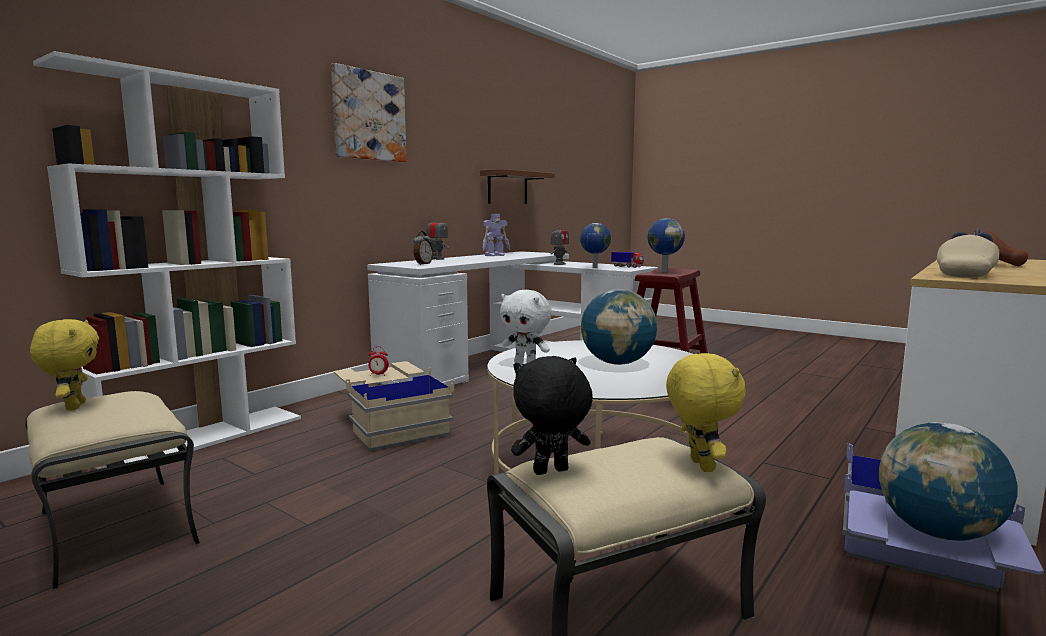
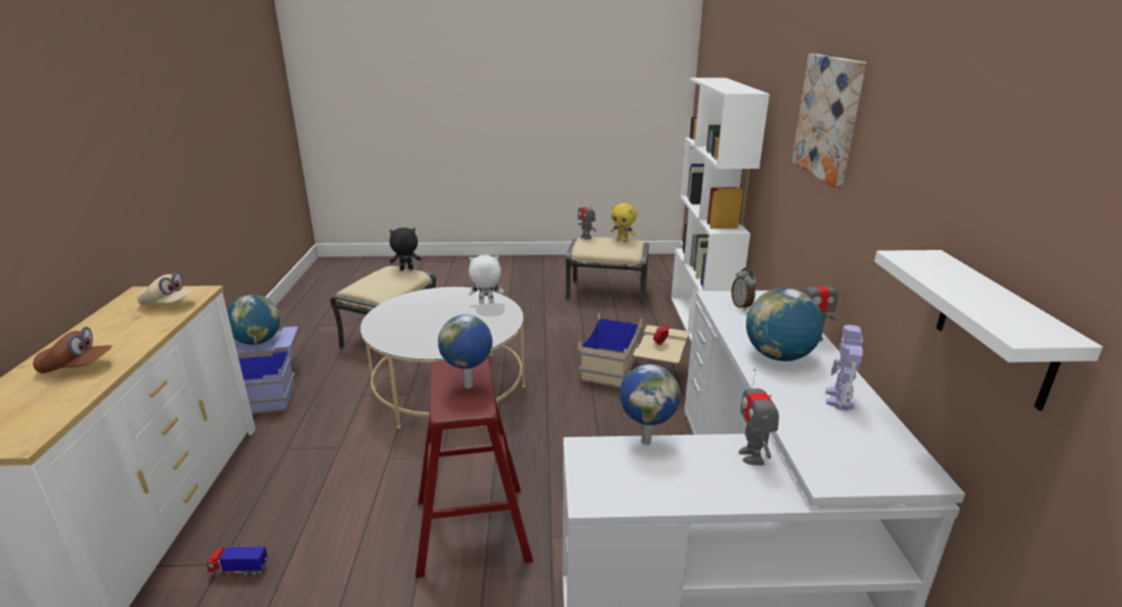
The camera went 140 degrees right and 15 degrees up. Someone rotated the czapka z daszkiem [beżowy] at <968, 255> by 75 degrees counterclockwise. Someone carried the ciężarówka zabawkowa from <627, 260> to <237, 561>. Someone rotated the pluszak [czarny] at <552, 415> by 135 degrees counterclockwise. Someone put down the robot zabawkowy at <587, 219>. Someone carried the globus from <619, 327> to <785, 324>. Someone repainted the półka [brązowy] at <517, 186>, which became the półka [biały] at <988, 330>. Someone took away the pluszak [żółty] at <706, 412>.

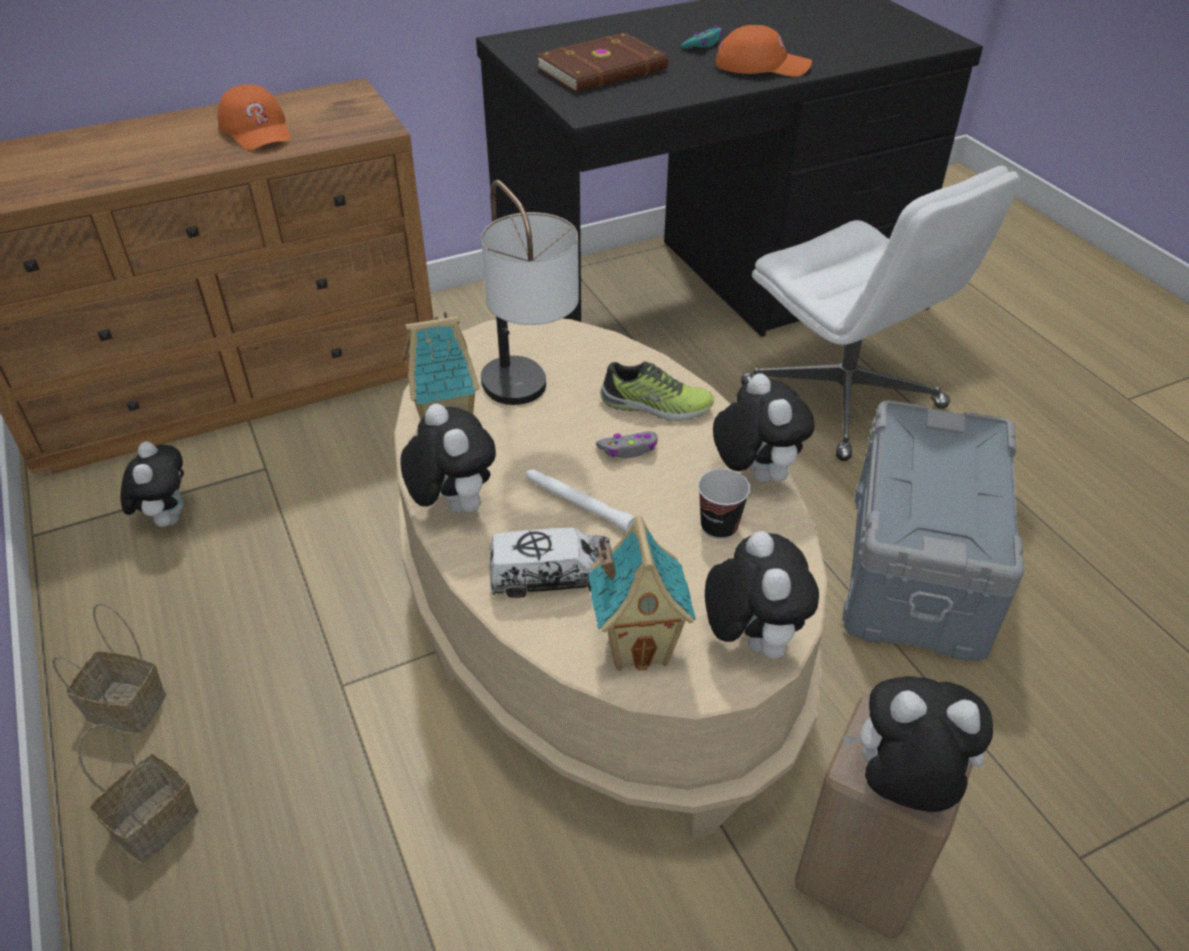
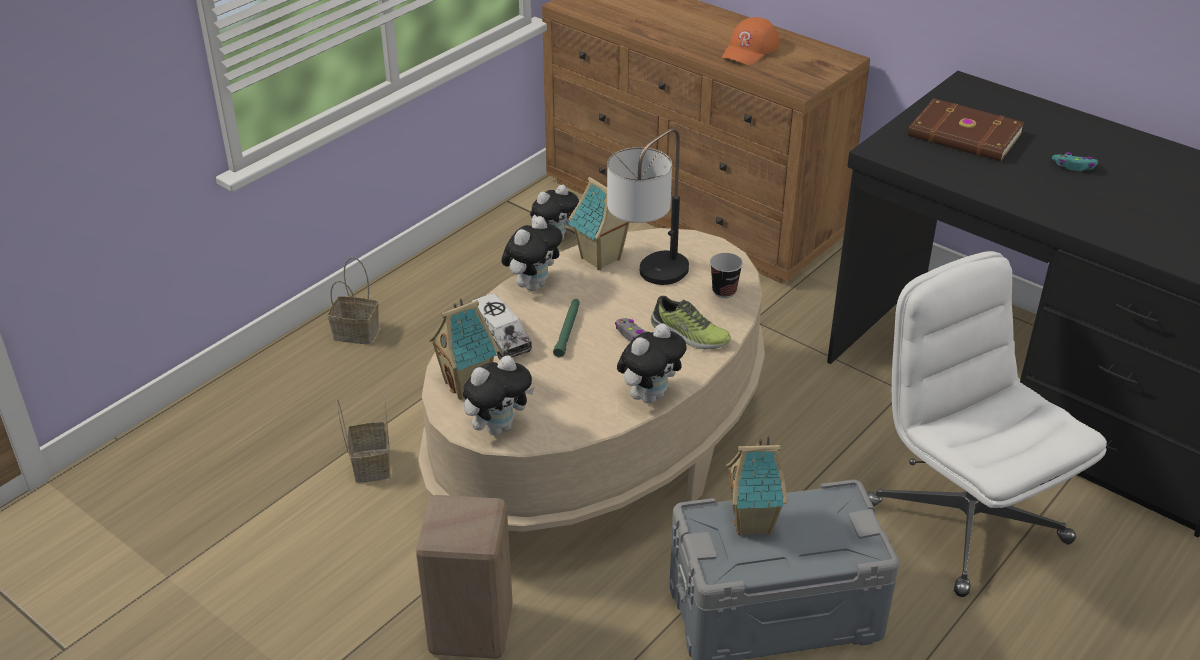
The camera went 65 degrees right and 5 degrees down. Someone carried the koszyk from <109, 668> to <363, 438>. Someone repainted the latarka [biały] at <580, 500>, which became the latarka [zielony] at <566, 328>. Someone rotated the but at <657, 391> by 45 degrees counterclockwise. Someone carried the filiżanka from <724, 504> to <726, 275>. Someone put down the domek at <757, 486>. Someone rotated the krzesło biurowe [biały] at <880, 313> by 120 degrees clockwise. Someone took away the czapka z daszkiem [pomarańczowy] at <763, 51>. Someone took away the pluszak at <917, 744>.

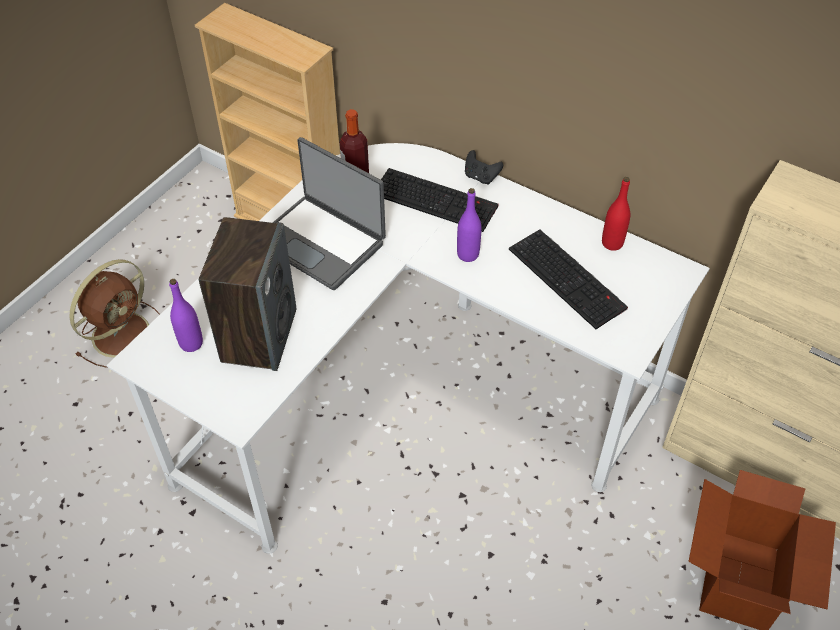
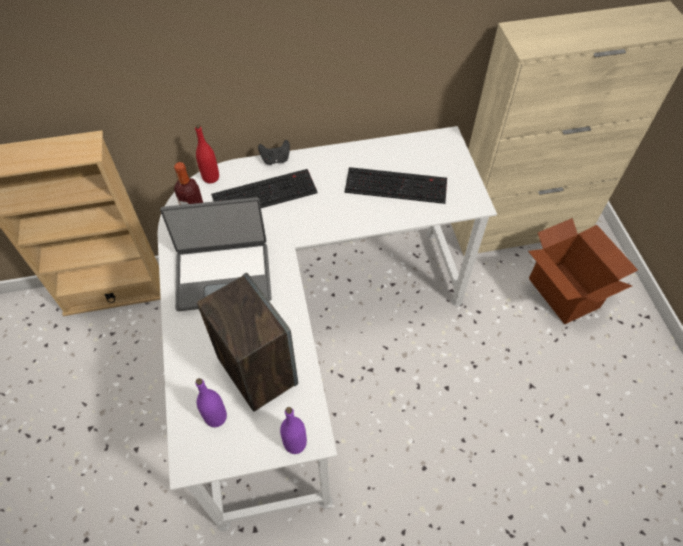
The camera went 45 degrees left and 5 degrees up. Someone carried the butelka [czerwony] from <616, 214> to <207, 153>. Someone carried the butelka [fioletowy] from <469, 225> to <293, 430>. Someone took away the wentylator [brązowy] at <114, 313>.

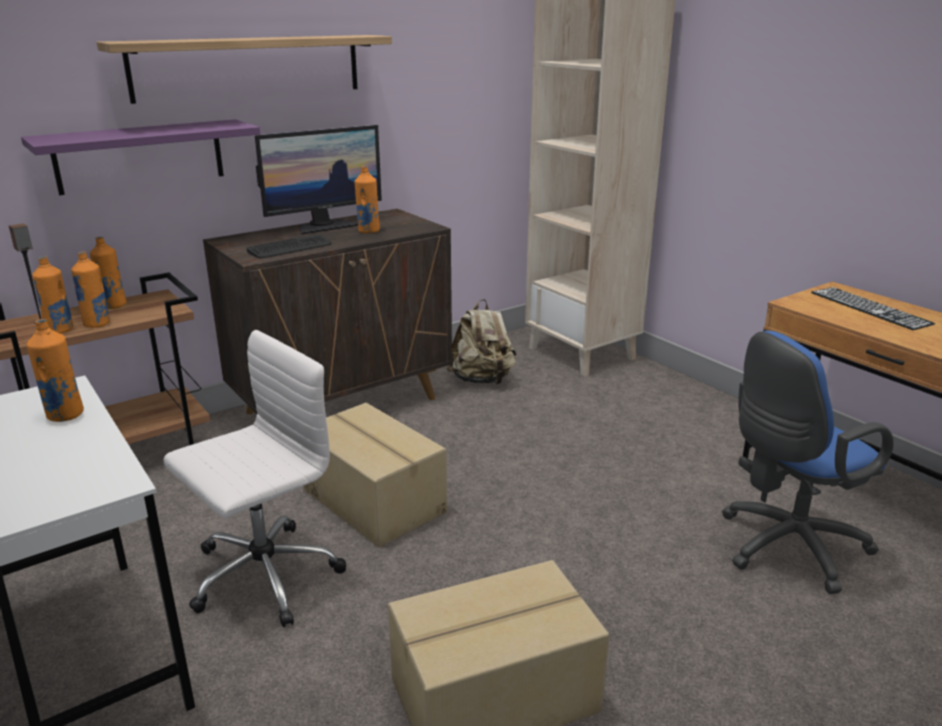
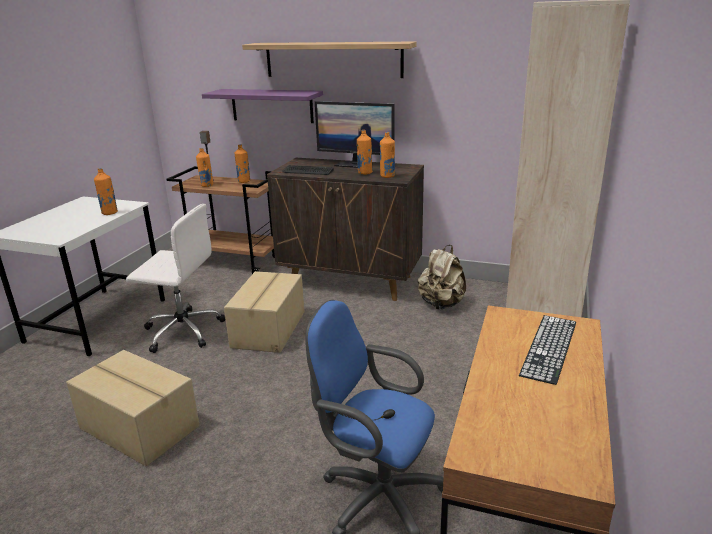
The camera went 55 degrees right and 0 degrees up. Someone carried the butelka [pomarańczowy] from <90, 289> to <387, 155>.

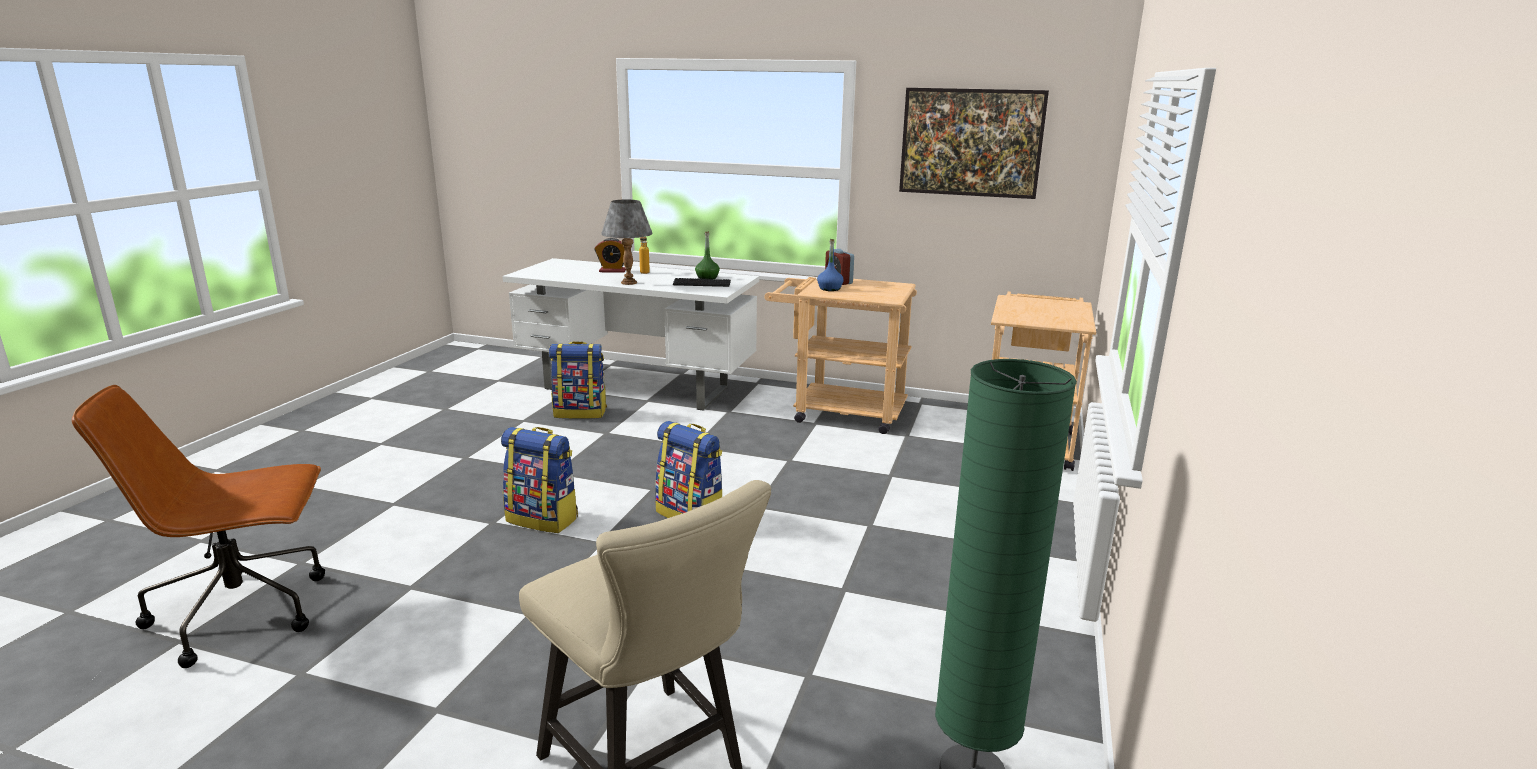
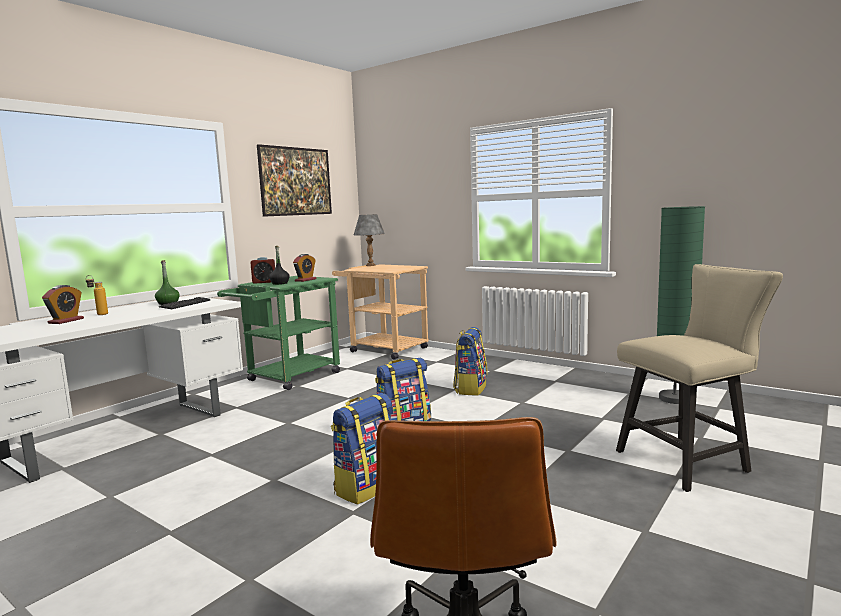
The camera went 70 degrees left and 10 degrees down. Someone repainted the wózek [beżowy] at <840, 355>, which became the wózek [zielony] at <278, 333>. Someone repainted the butelka [niebieski] at <830, 265>, which became the butelka [czarny] at <279, 265>. Someone put down the budzik at <305, 268>. Someone carried the lampa stołowa [szary] from <627, 242> to <369, 240>. Someone carried the plecak from <578, 380> to <470, 361>.

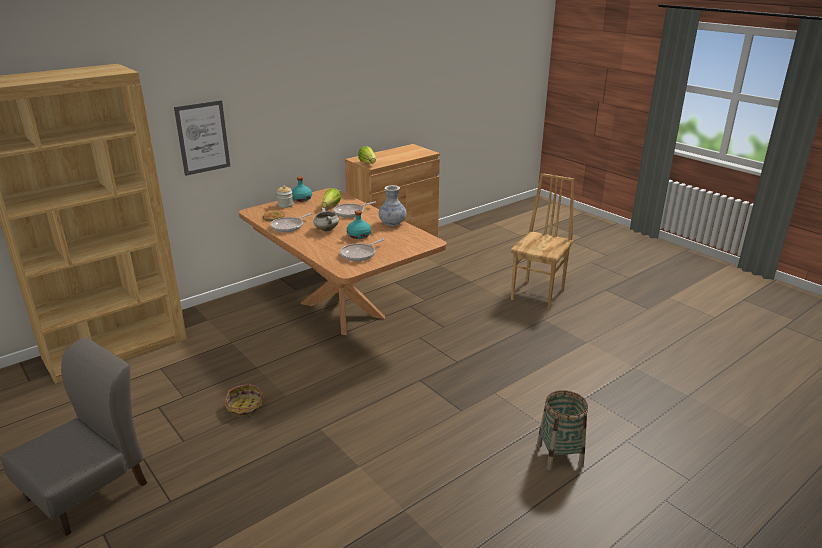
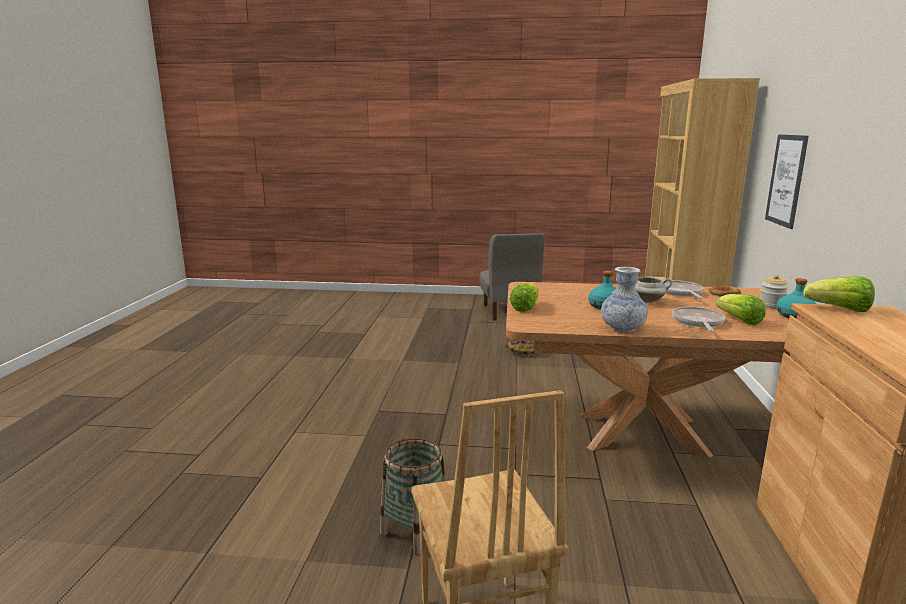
The camera went 135 degrees right and 10 degrees down. Someone carried the koszyk from <562, 430> to <412, 496>. Someone put down the sałata at <523, 297>. Someone took away the patelnia at <362, 250>.

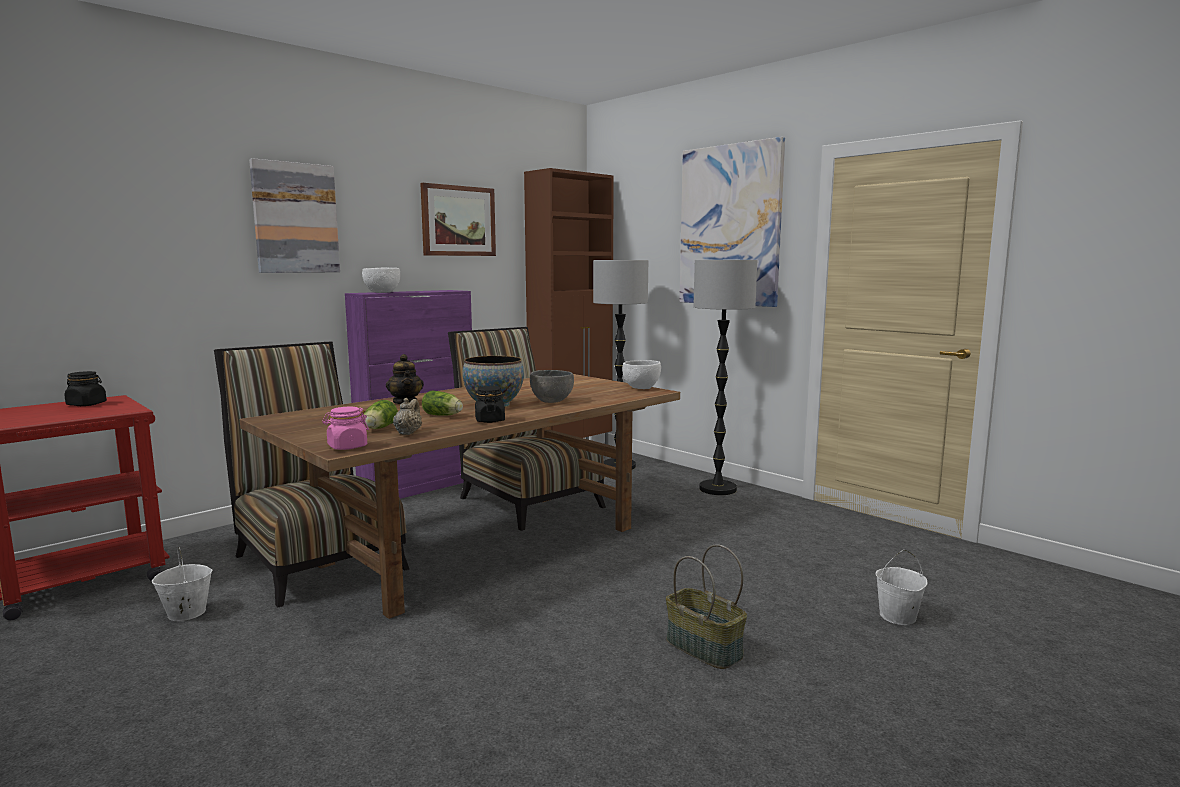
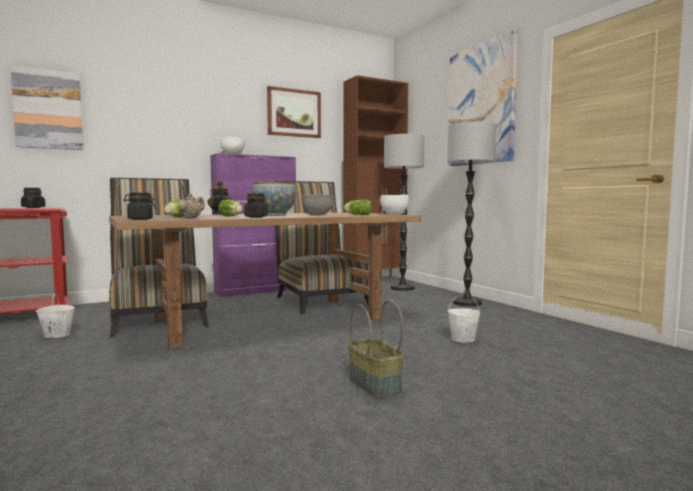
The camera went 15 degrees right and 5 degrees down. Someone carried the obraz from <294, 215> to <46, 107>. Someone repainted the słoik [różowy] at <345, 428>, which became the słoik [czarny] at <139, 206>. Someone put down the sałata at <358, 207>. Someone carried the wiadro [biały] from <901, 587> to <464, 317>.

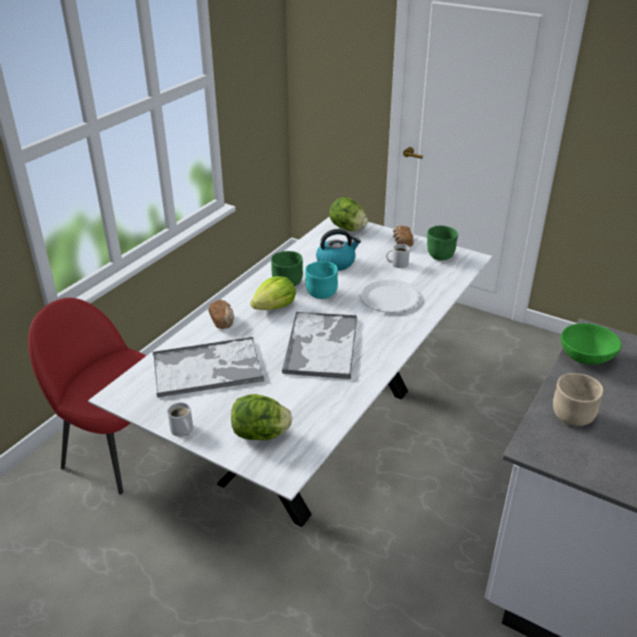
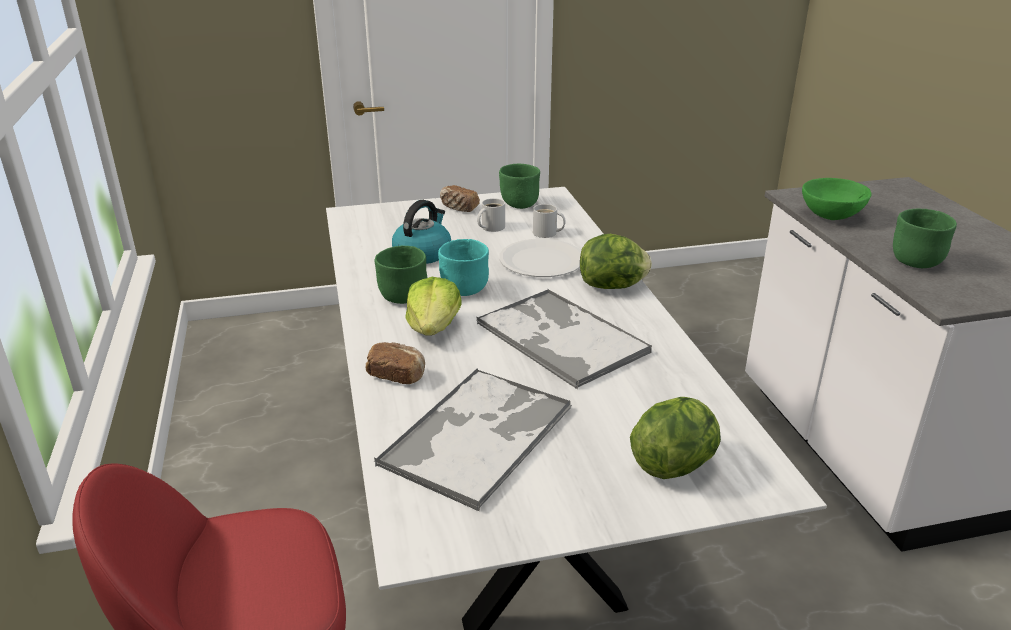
The camera went 45 degrees left and 5 degrees down. Someone carried the kubek [biały] from <180, 419> to <549, 221>. Someone carried the sałata from <348, 214> to <616, 261>. Someone repainted the miska [beżowy] at <578, 399>, which became the miska [zielony] at <925, 238>.

